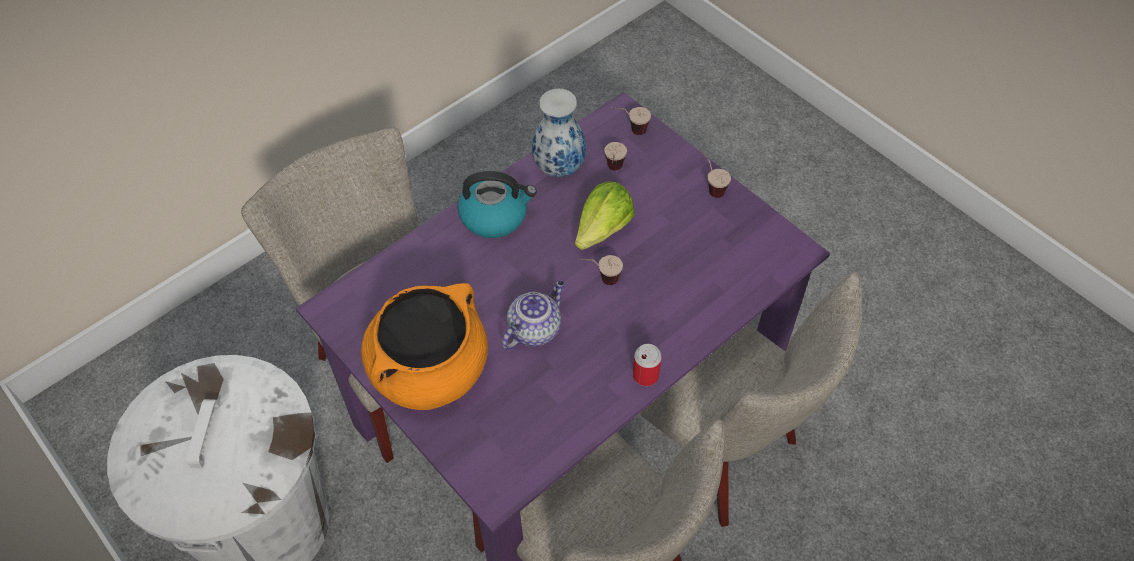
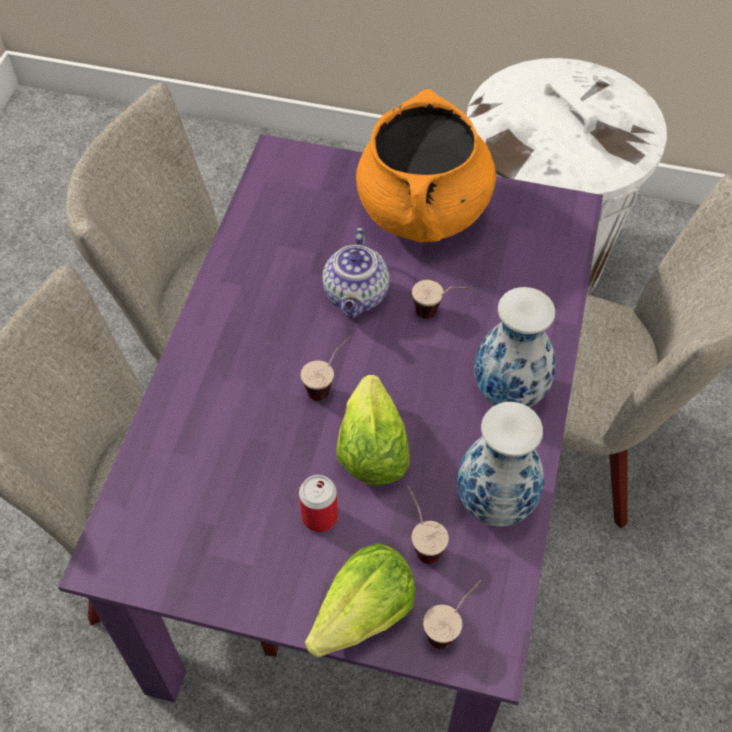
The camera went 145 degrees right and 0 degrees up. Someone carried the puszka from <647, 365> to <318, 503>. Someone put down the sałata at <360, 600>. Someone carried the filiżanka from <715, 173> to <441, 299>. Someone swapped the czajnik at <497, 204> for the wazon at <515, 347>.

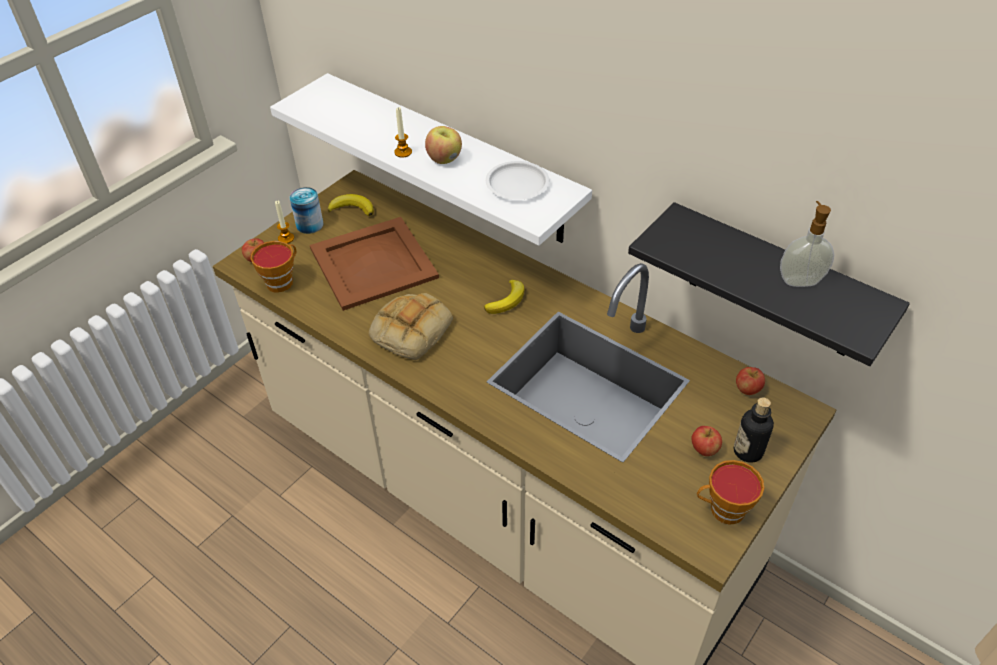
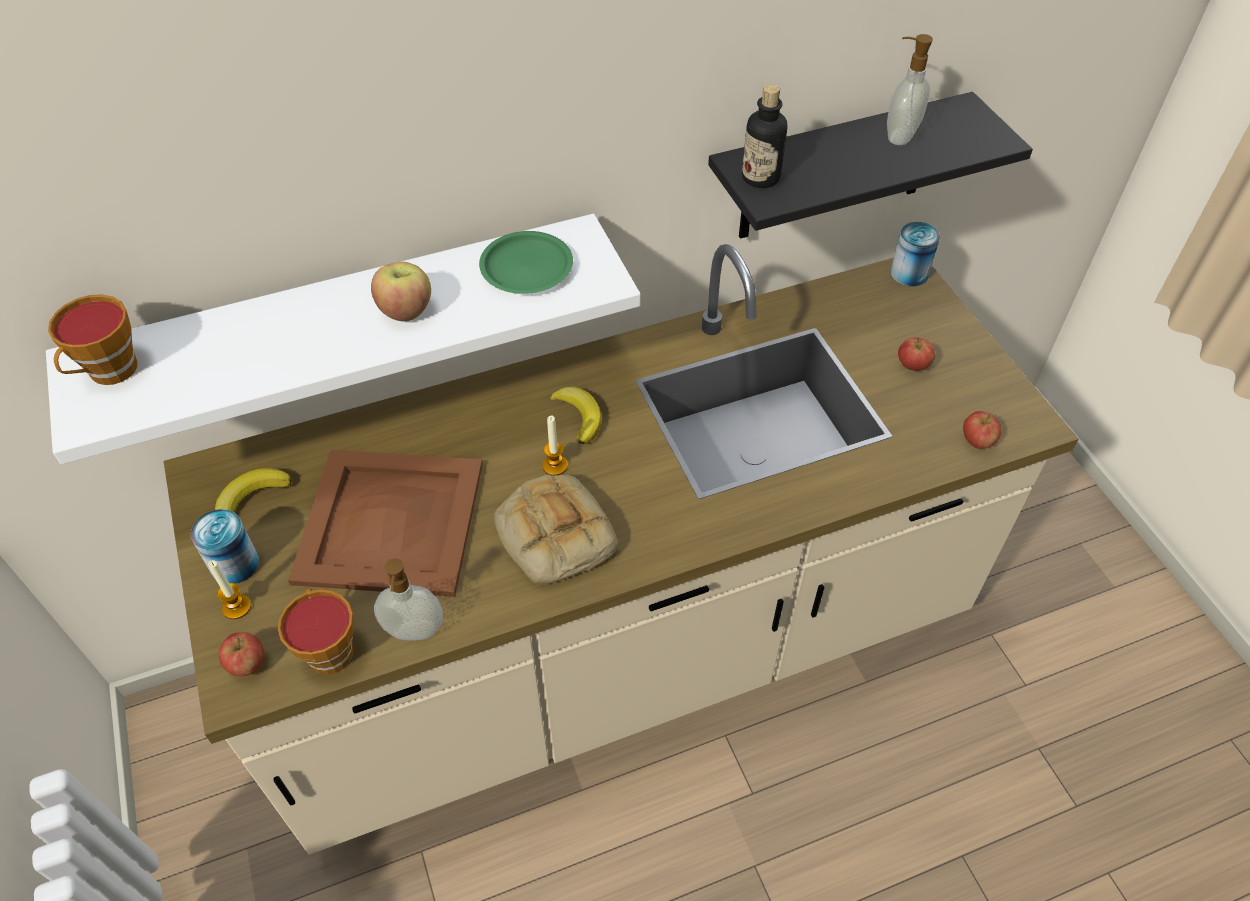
The camera went 60 degrees left and 5 degrees up. Someone carried the filiżanka from <731, 492> to <92, 339>. Someone put down the dozownik mydła at <408, 599>. Someone repainted the talerz [biały] at <517, 180>, which became the talerz [zielony] at <526, 262>. Someone carried the świeca from <403, 132> to <555, 445>. Someone carried the butelka from <754, 430> to <764, 136>. Someone put down the puszka at <915, 254>. Someone carried the jabłko from <750, 381> to <982, 430>.

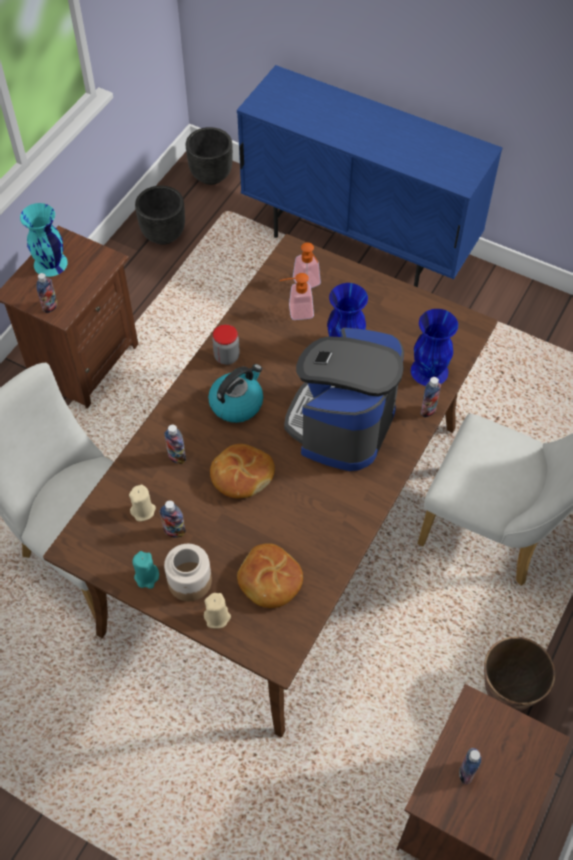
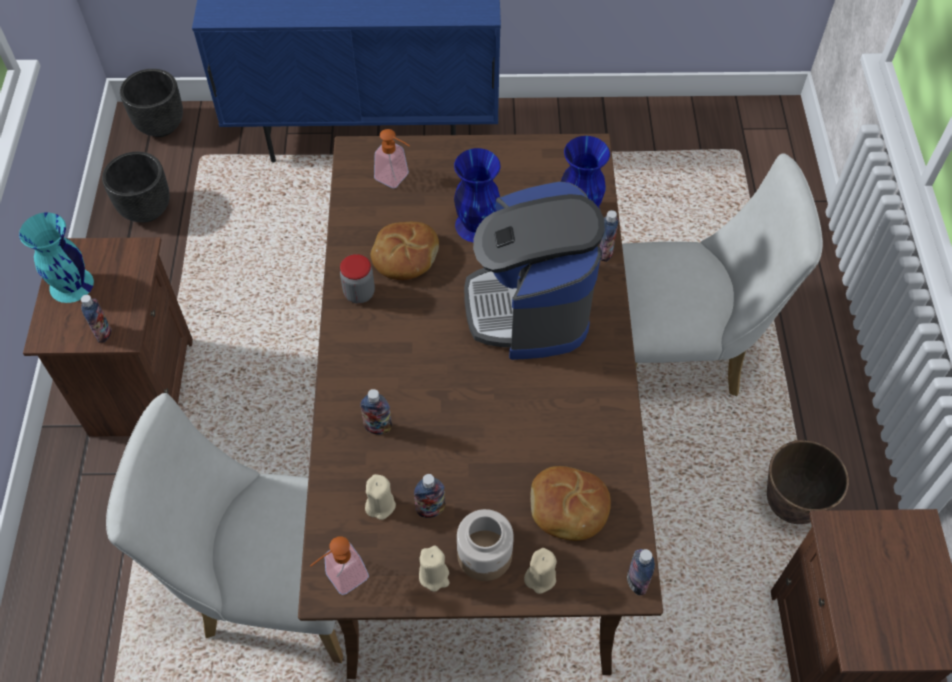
The camera went 30 degrees left and 0 degrees up. Someone carried the dozownik mydła from <296, 296> to <339, 565>. Someone carried the chleb from <242, 471> to <405, 251>. Someone repainted the świeca [turkusowy] at <146, 570>, which became the świeca [beżowy] at <434, 569>. Someone carried the butelka from <470, 766> to <641, 572>. Someone took away the czajnik at <235, 393>.

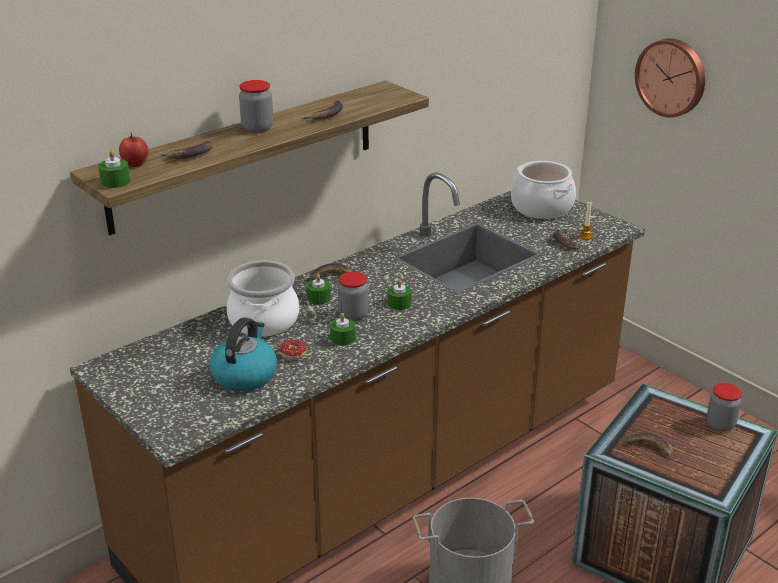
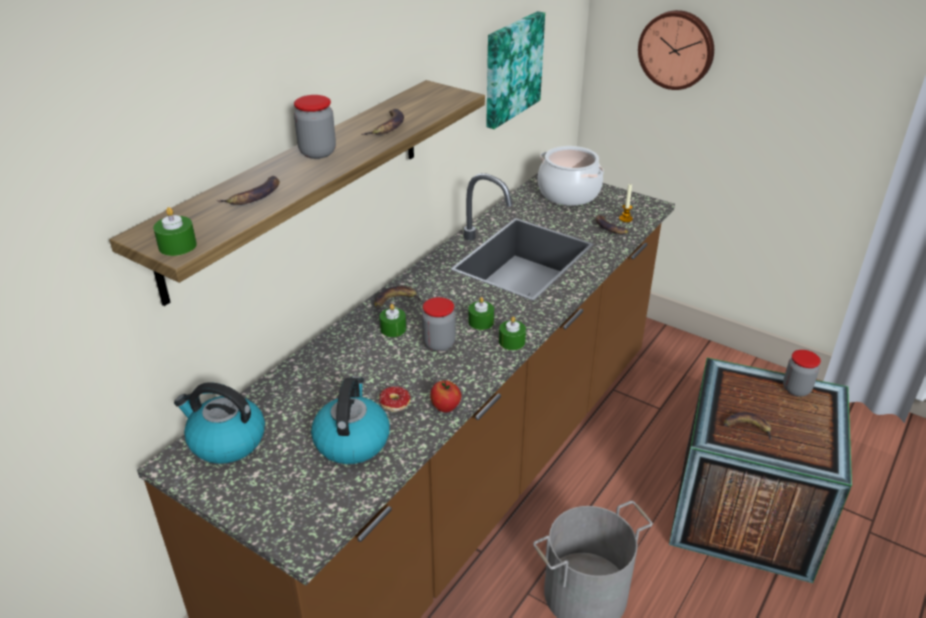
The camera went 15 degrees left and 5 degrees up. Someone put down the czajnik at <219, 423>. Someone carried the jabłko from <134, 150> to <446, 396>. Someone put up the obraz at <515, 70>. Someone carried the świeca [zielony] from <342, 329> to <512, 333>. Someone took away the garnek at <263, 298>.

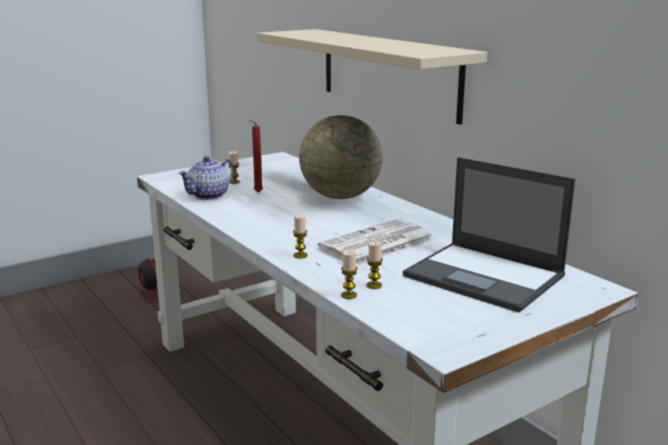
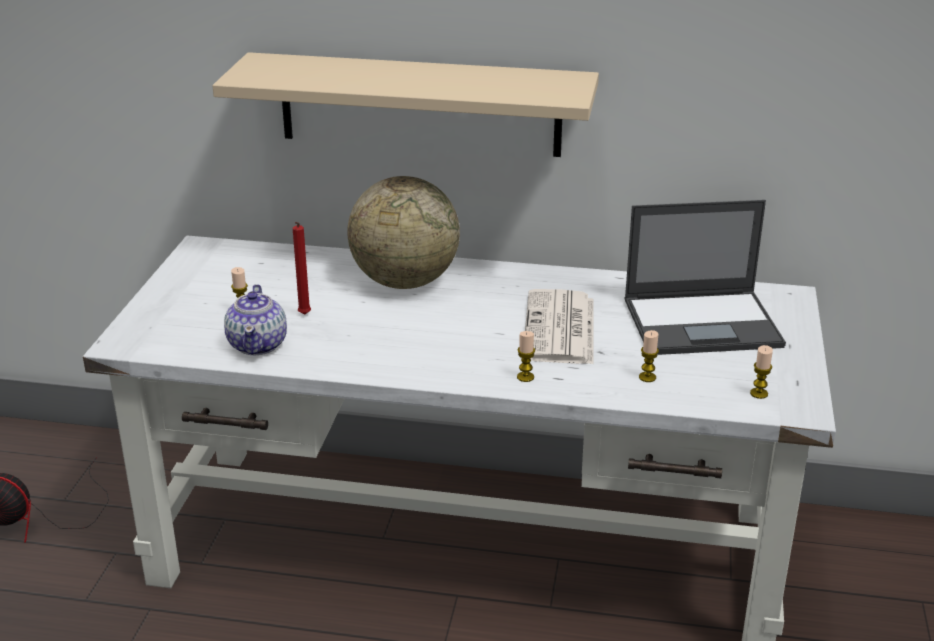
The camera went 45 degrees left and 10 degrees up. Someone carried the świeca from <349, 274> to <761, 372>.

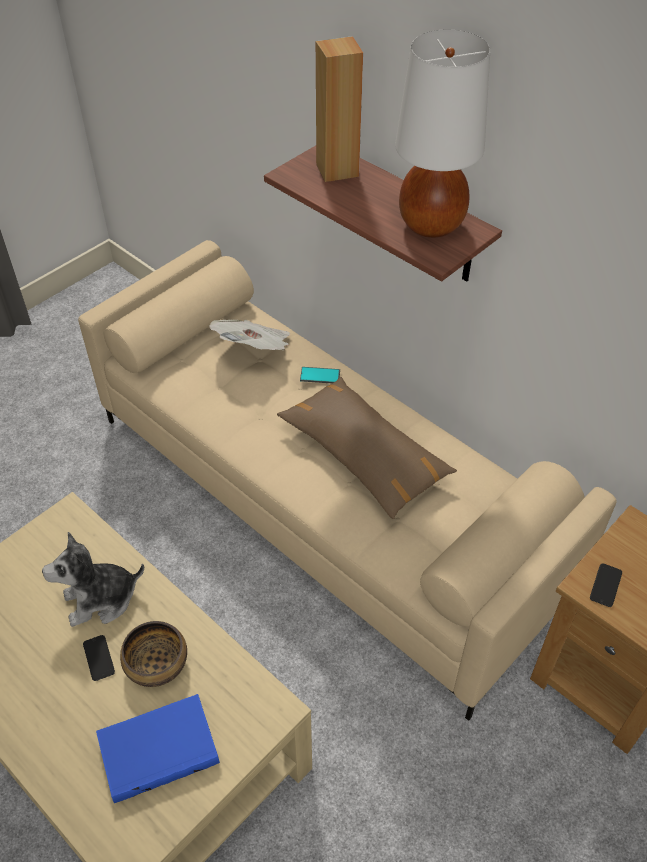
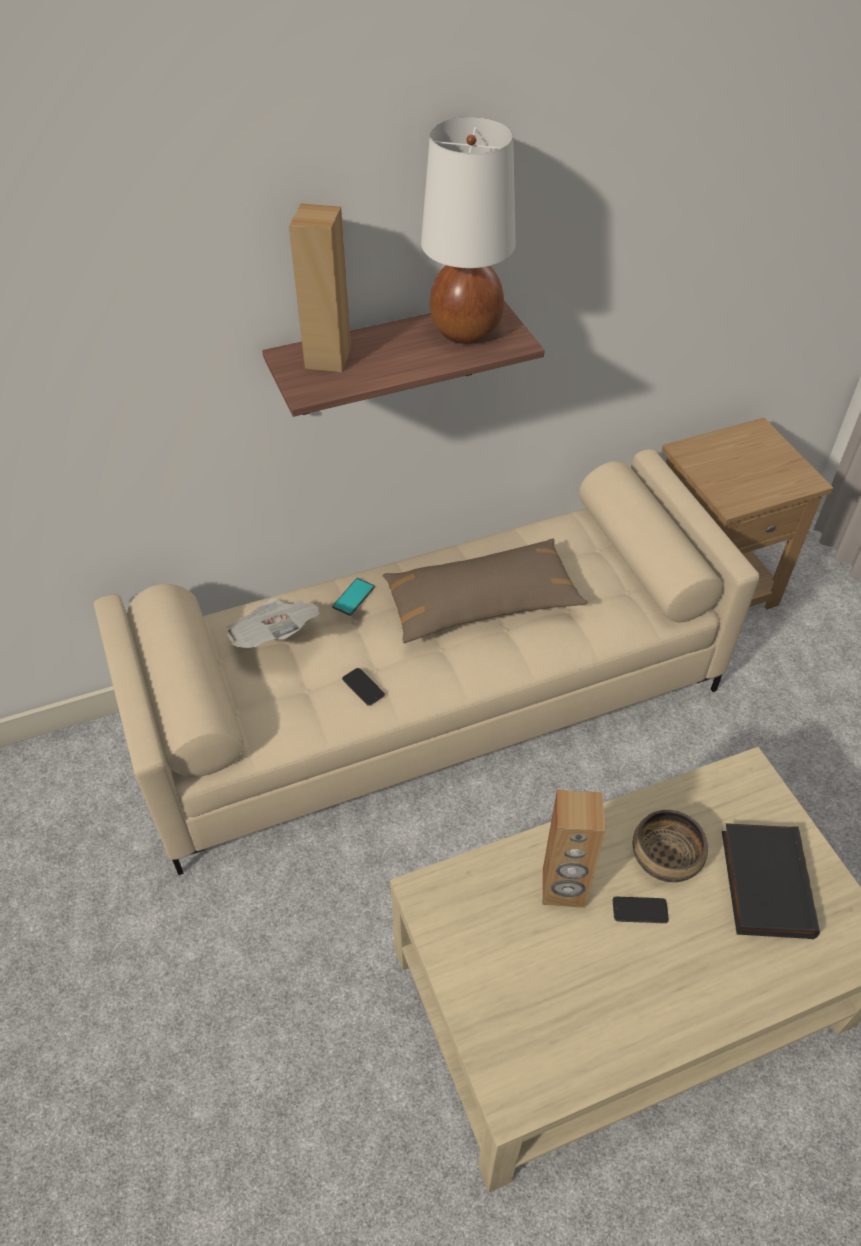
The camera went 65 degrees left and 0 degrees up. Someone carried the telefon from <606, 585> to <363, 687>. Someone swapped the pluszak at <93, 579> for the głośnik [brązowy] at <574, 849>. Someone repainted the książka [niebieski] at <158, 748>, which became the książka [czarny] at <771, 881>.

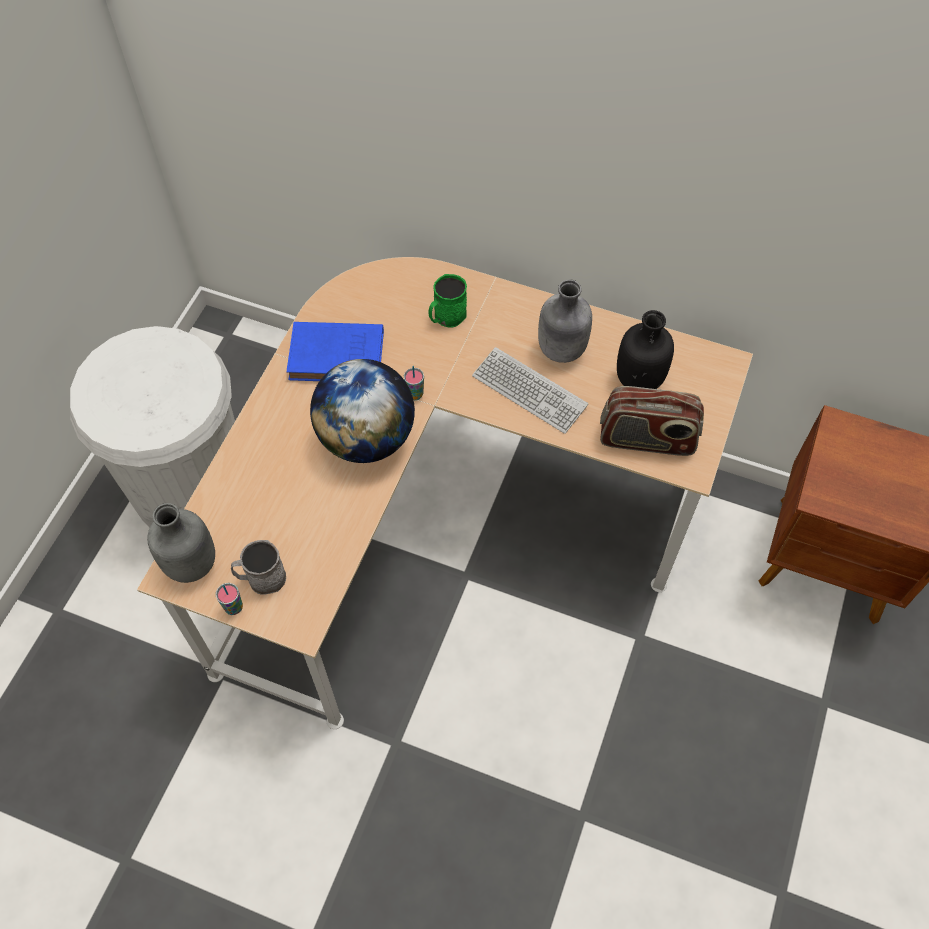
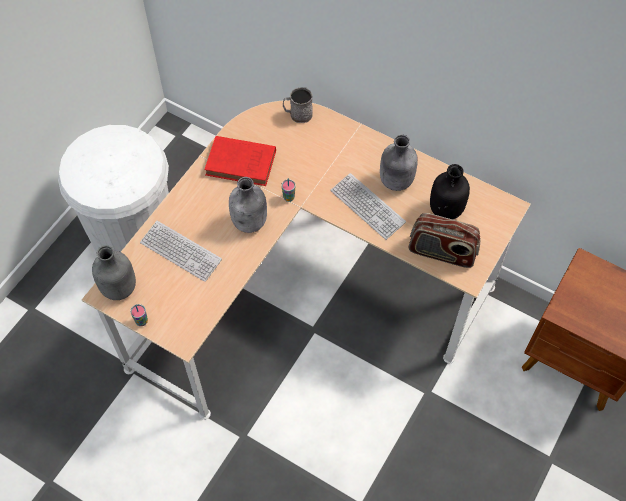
The camera went 10 degrees right and 0 degrees up. Someone put down the klawiatura at <181, 251>. Someone repainted the książka [niebieski] at <335, 351>, which became the książka [czerwony] at <240, 161>. Someone swapped the globus at <362, 411> for the butelka [szary] at <248, 205>. Someone carried the kubek [szary] from <258, 567> to <298, 105>. Someone took away the kubek [zielony] at <448, 301>.

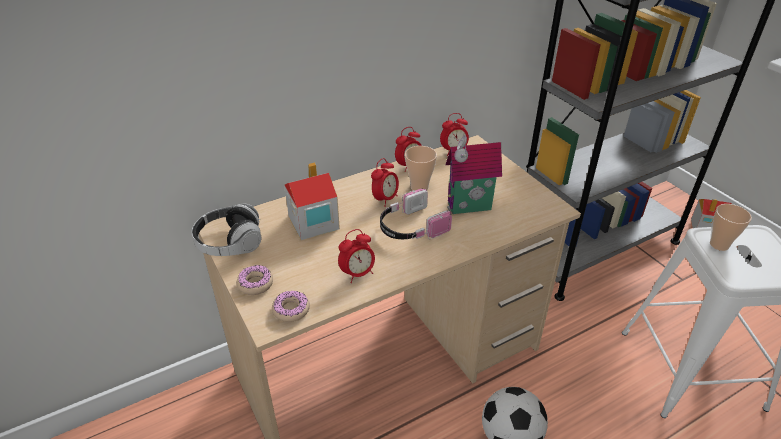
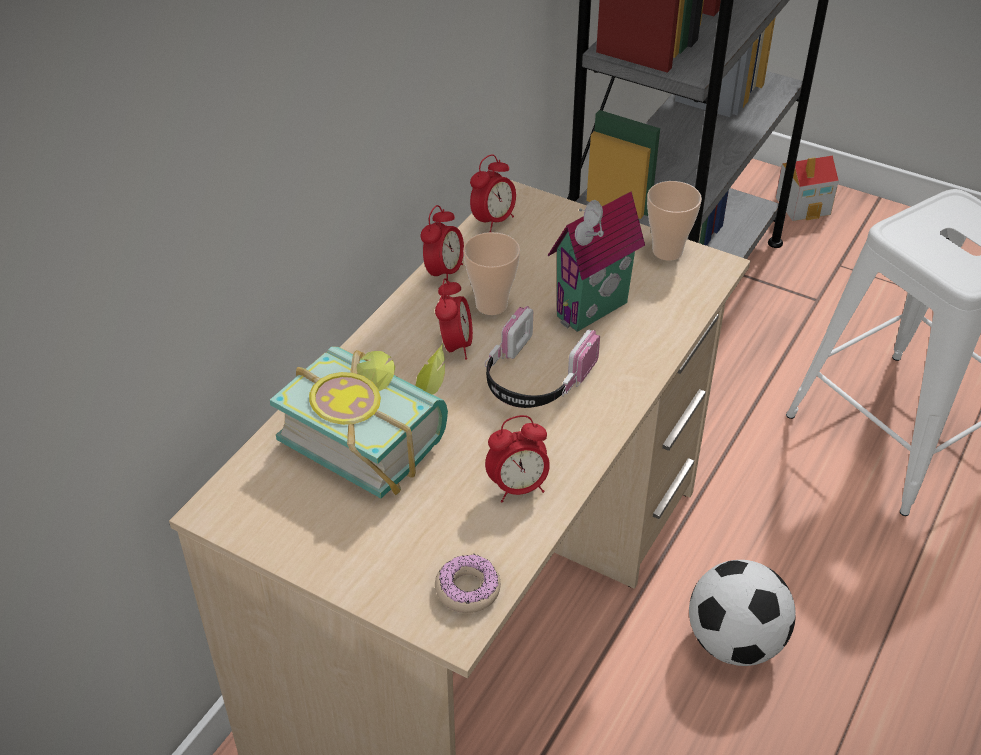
The camera went 30 degrees left and 5 degrees up. Someone swapped the domek at <312, 201> for the książka at <359, 421>. Someone rotated the budzik at <356, 256> by 45 degrees clockwise. Someone carried the filiżanka from <731, 227> to <674, 221>. Someone took away the słuchawki at <226, 229>. Someone took away the donut at <255, 280>.

